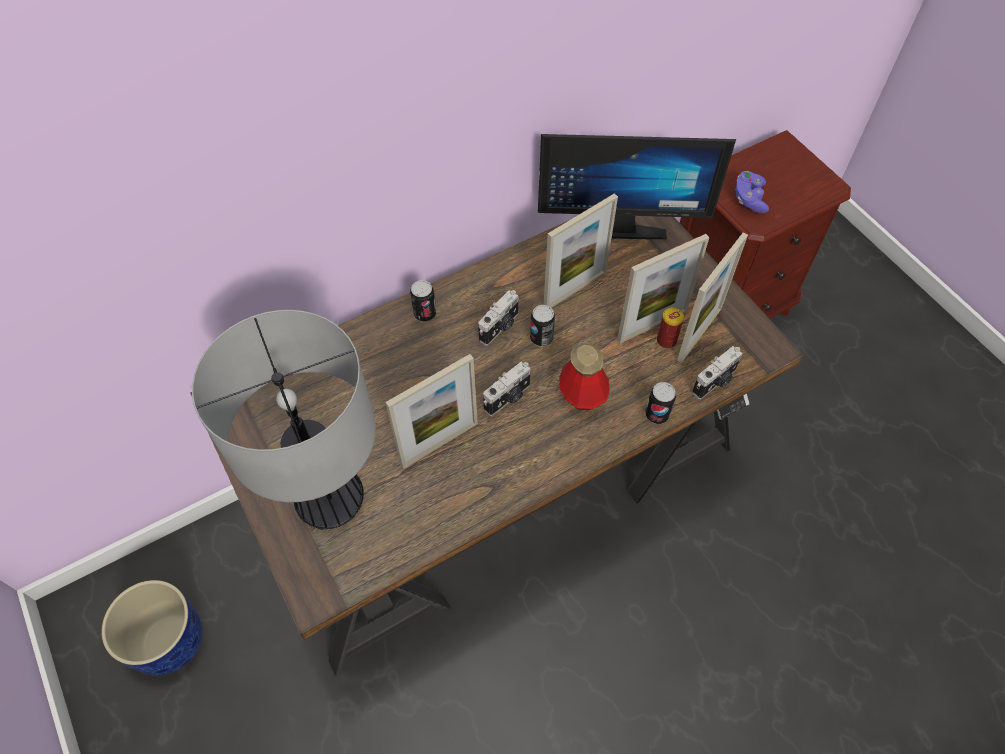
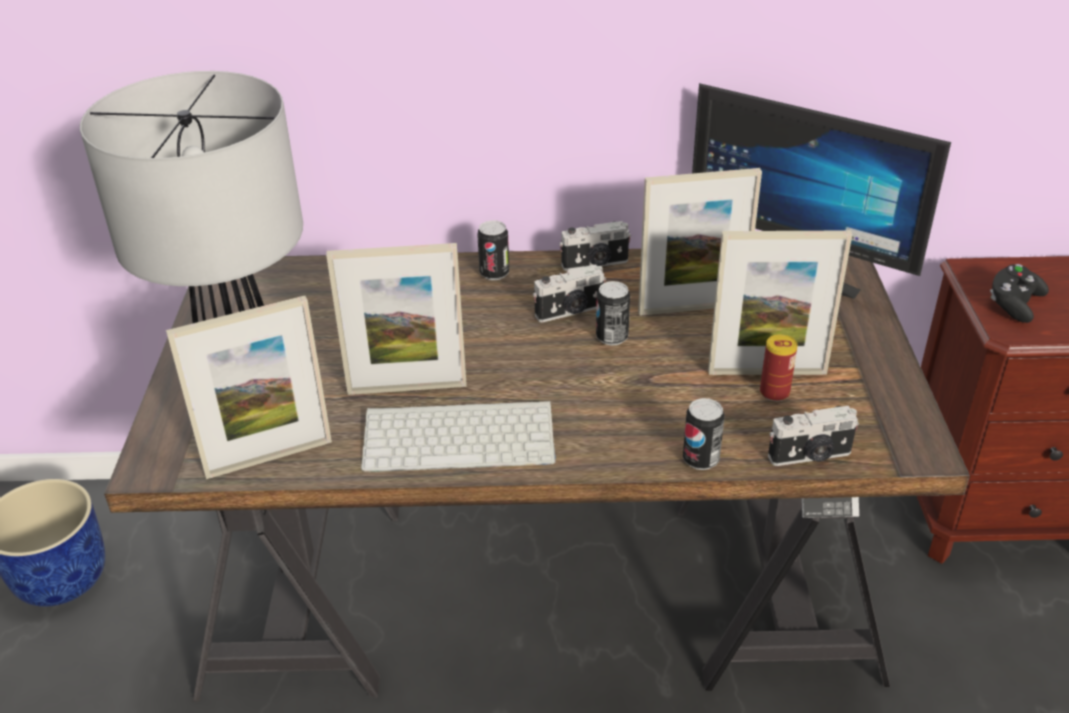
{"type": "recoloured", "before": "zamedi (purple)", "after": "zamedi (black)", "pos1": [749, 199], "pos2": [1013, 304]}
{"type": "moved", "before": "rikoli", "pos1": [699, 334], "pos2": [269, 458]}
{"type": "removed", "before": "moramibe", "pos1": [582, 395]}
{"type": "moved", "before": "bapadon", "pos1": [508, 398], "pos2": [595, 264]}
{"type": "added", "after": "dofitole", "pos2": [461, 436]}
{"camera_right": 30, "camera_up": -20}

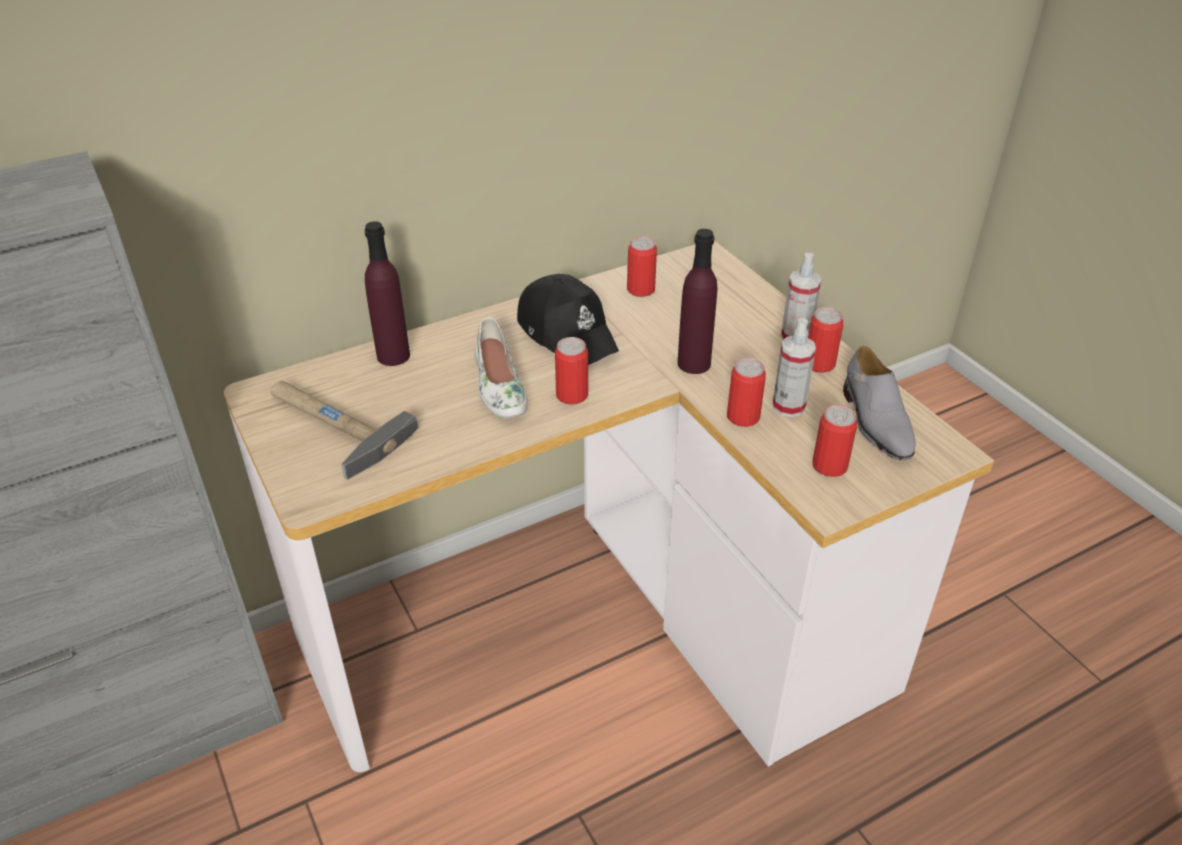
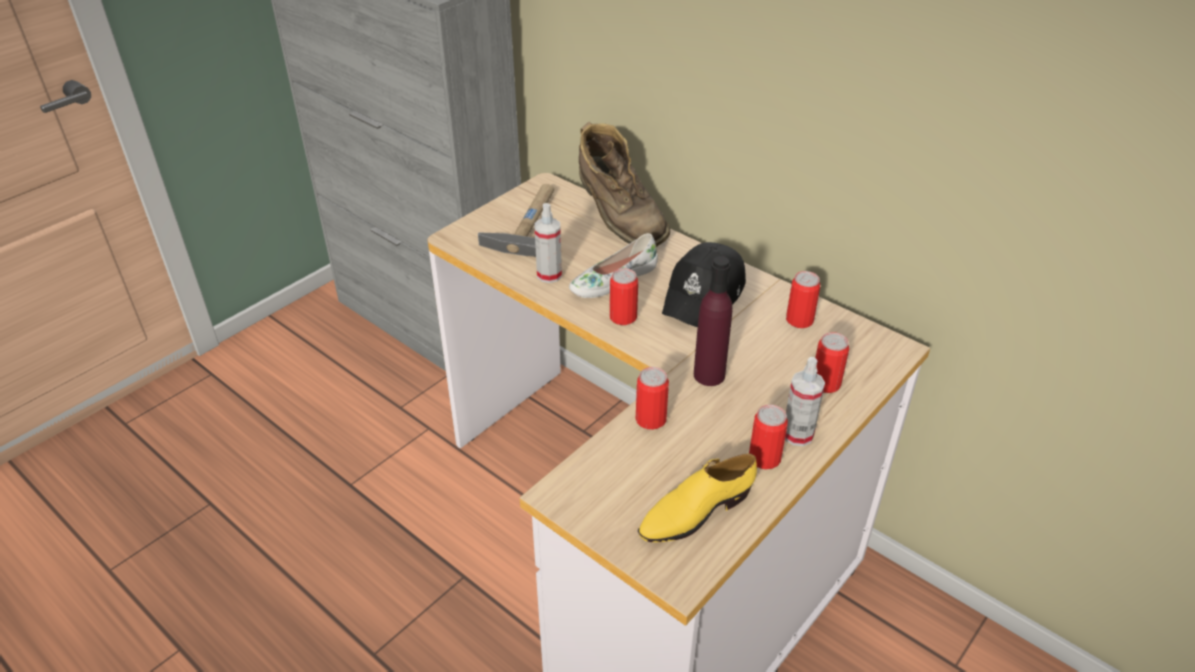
{"type": "replaced", "before": "moramibe (purple)", "after": "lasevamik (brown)", "pos1": [393, 356], "pos2": [618, 223]}
{"type": "moved", "before": "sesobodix", "pos1": [788, 406], "pos2": [549, 275]}
{"type": "recoloured", "before": "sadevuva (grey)", "after": "sadevuva (yellow)", "pos1": [875, 422], "pos2": [695, 512]}
{"type": "moved", "before": "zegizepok", "pos1": [829, 466], "pos2": [825, 383]}
{"camera_right": 70, "camera_up": 0}

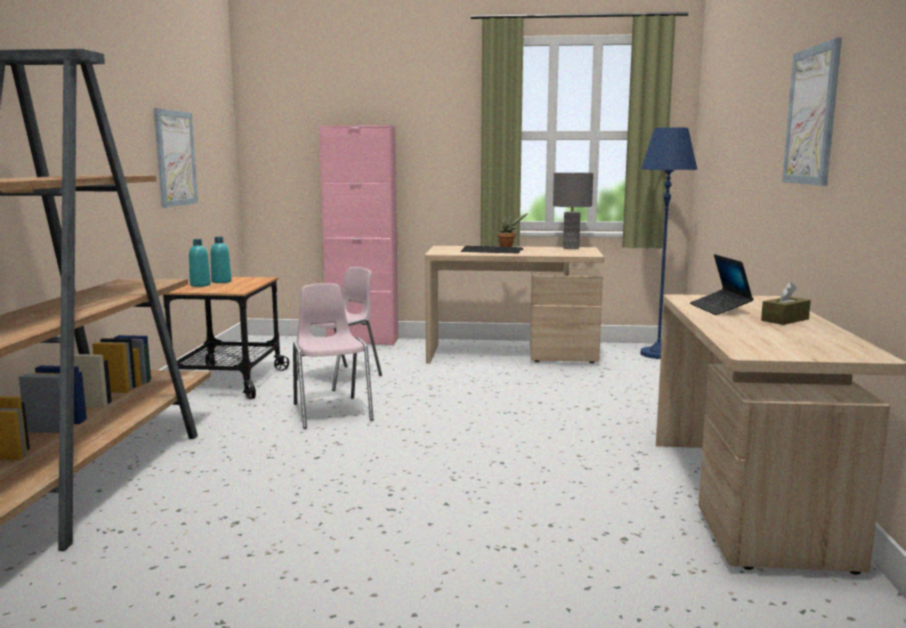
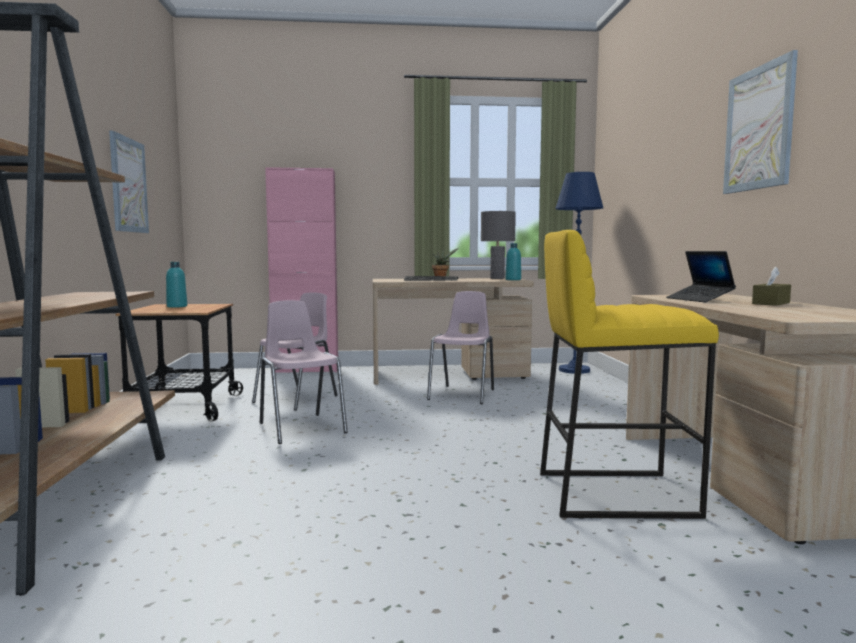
{"type": "moved", "before": "moramibe (turquoise)", "pos1": [200, 285], "pos2": [513, 279]}
{"type": "added", "after": "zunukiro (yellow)", "pos2": [615, 493]}
{"type": "added", "after": "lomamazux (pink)", "pos2": [463, 394]}
{"camera_right": -10, "camera_up": -5}

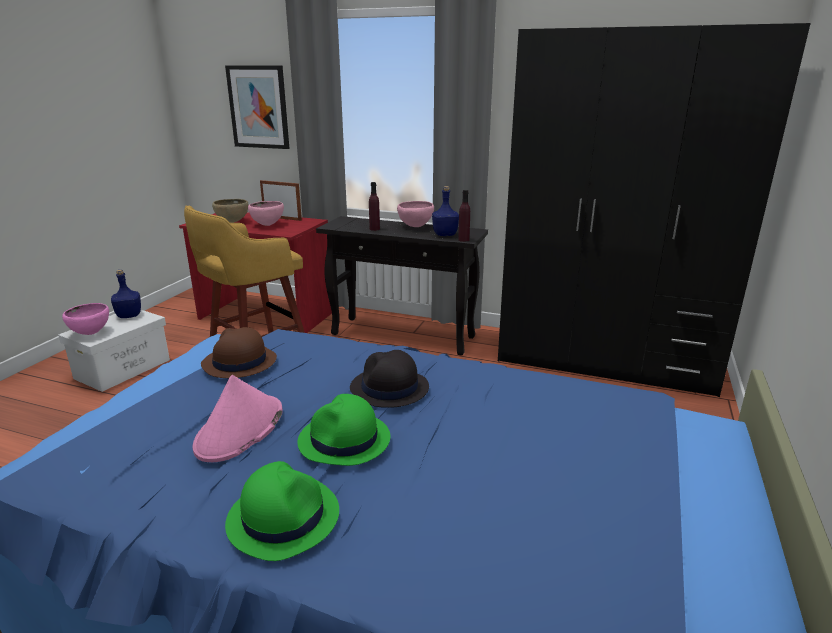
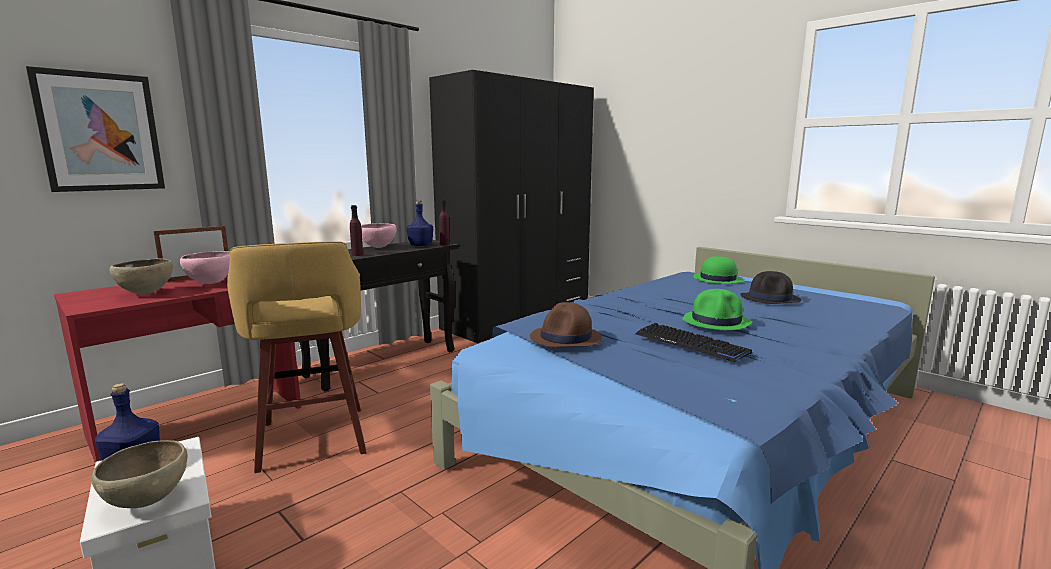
{"type": "recoloured", "before": "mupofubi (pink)", "after": "mupofubi (brown)", "pos1": [91, 333], "pos2": [148, 501]}
{"type": "moved", "before": "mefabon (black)", "pos1": [389, 388], "pos2": [770, 299]}
{"type": "replaced", "before": "mefabon (pink)", "after": "dofitole", "pos1": [240, 429], "pos2": [690, 344]}
{"type": "moved", "before": "mefabon (green)", "pos1": [283, 516], "pos2": [717, 279]}
{"camera_right": -65, "camera_up": -10}

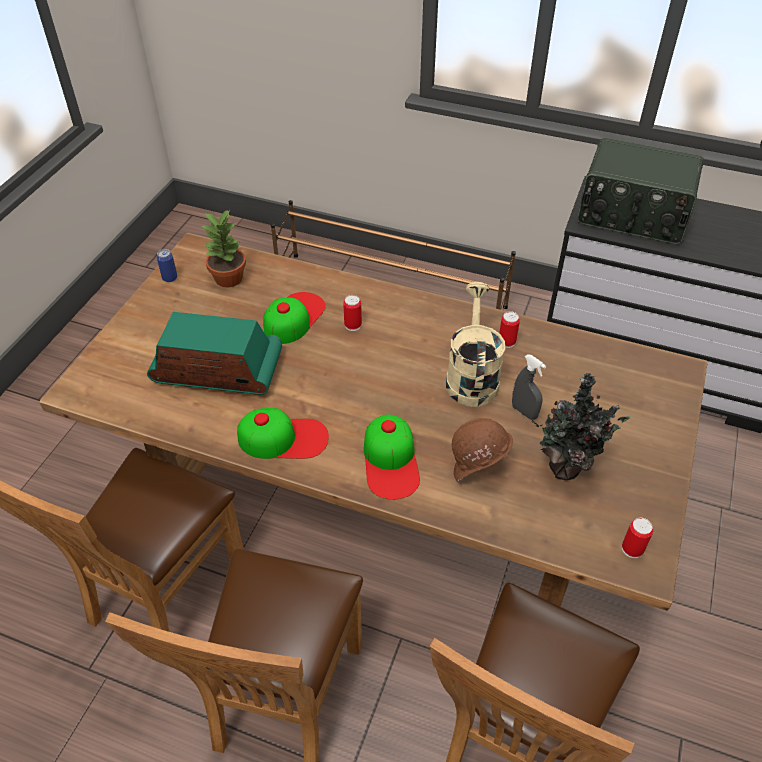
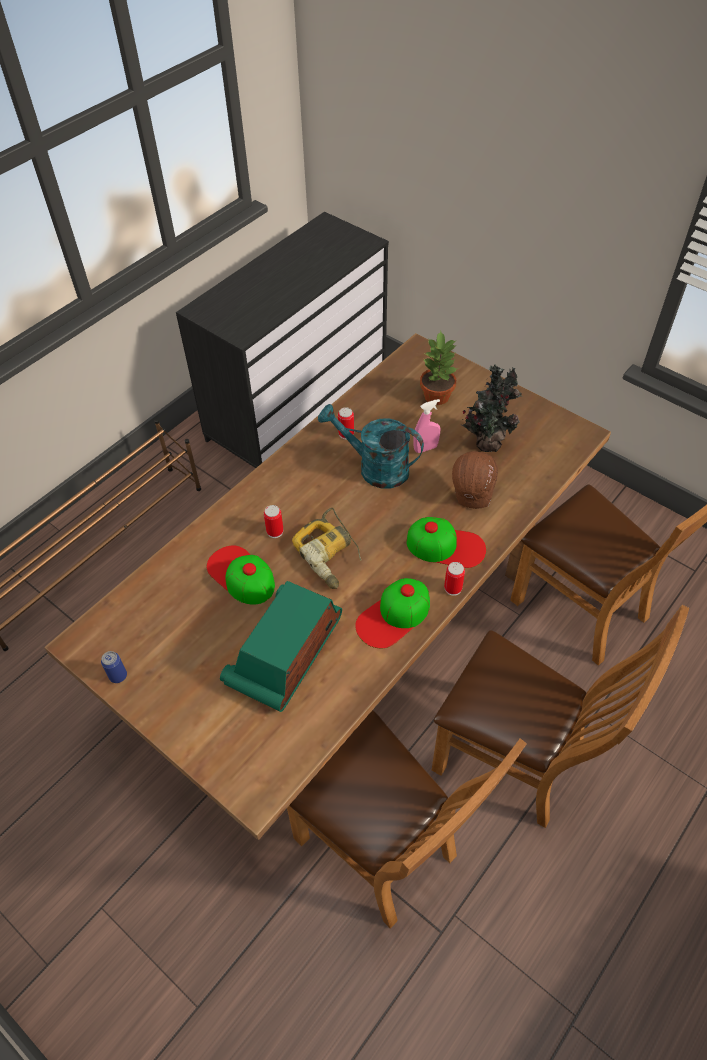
{"type": "removed", "before": "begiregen", "pos1": [632, 215]}
{"type": "moved", "before": "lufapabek", "pos1": [229, 279], "pos2": [437, 396]}
{"type": "recoloured", "before": "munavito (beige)", "after": "munavito (turquoise)", "pos1": [471, 376], "pos2": [375, 468]}
{"type": "recoloured", "before": "sesobodix (grey)", "after": "sesobodix (pink)", "pos1": [524, 412], "pos2": [425, 448]}
{"type": "turned", "before": "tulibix", "pos1": [283, 438], "pos2": [394, 616], "turn": -150}
{"type": "moved", "before": "zegizepok", "pos1": [632, 549], "pos2": [453, 588]}
{"type": "added", "after": "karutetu", "pos2": [330, 554]}
{"camera_right": -70, "camera_up": 5}

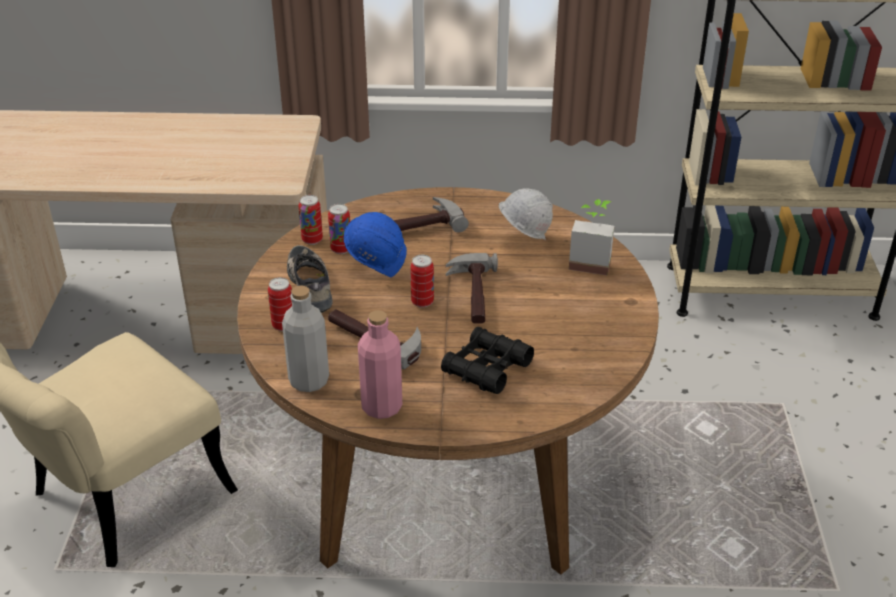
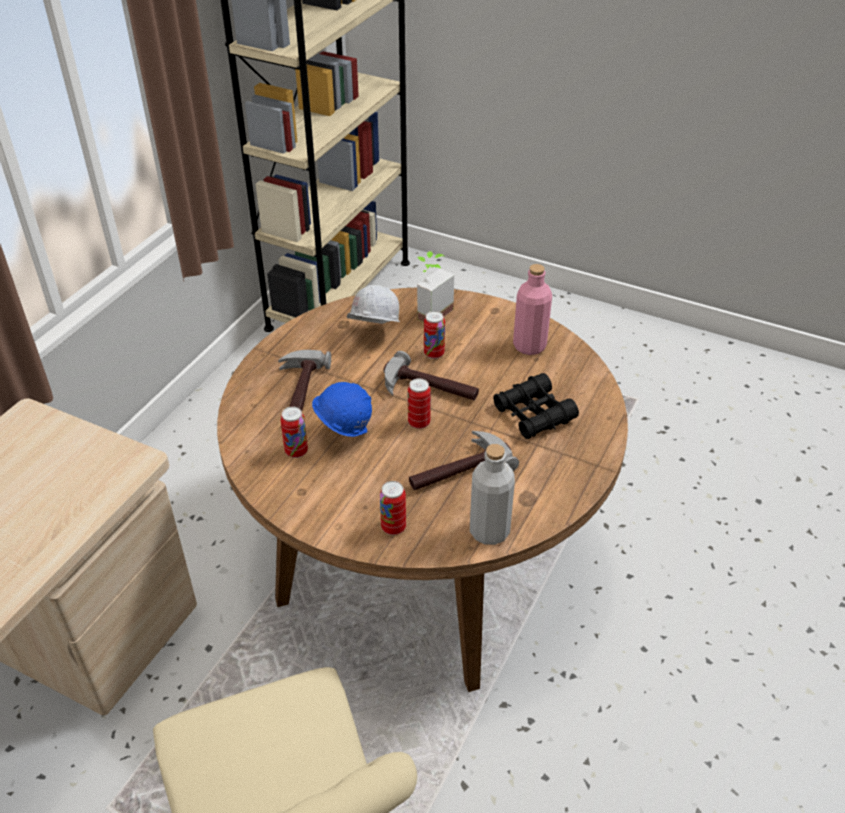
{"type": "moved", "before": "zegizepok", "pos1": [312, 240], "pos2": [434, 354]}
{"type": "removed", "before": "sadevuva", "pos1": [312, 285]}
{"type": "moved", "before": "moramibe (pink)", "pos1": [381, 407], "pos2": [529, 346]}
{"camera_right": -65, "camera_up": 5}

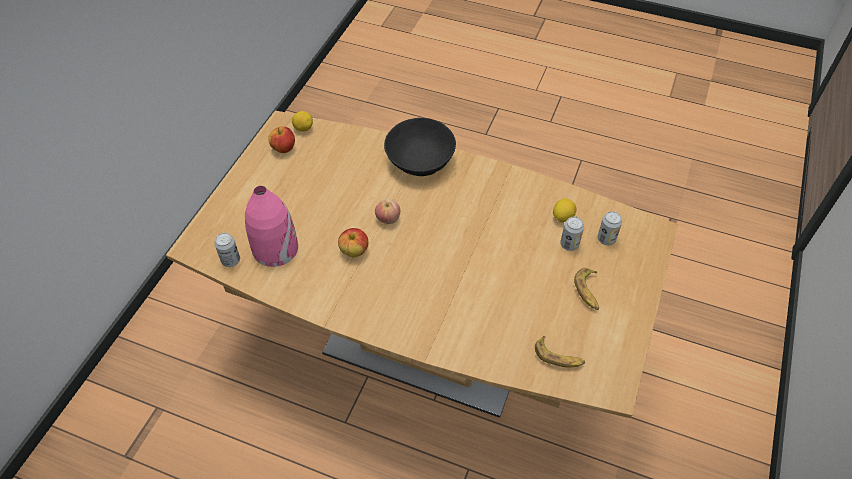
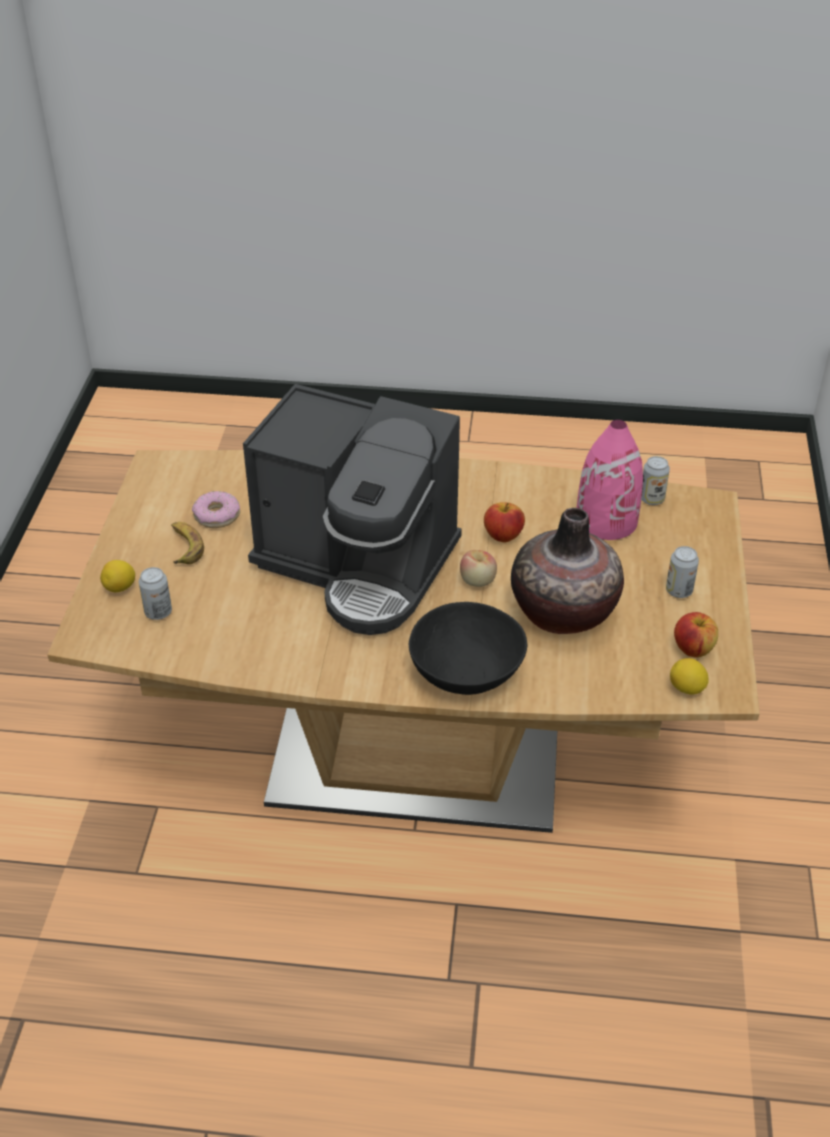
{"type": "moved", "before": "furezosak", "pos1": [562, 217], "pos2": [120, 588]}
{"type": "moved", "before": "zegizepok", "pos1": [569, 244], "pos2": [679, 591]}
{"type": "removed", "before": "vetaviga", "pos1": [558, 357]}
{"type": "added", "after": "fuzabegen", "pos2": [358, 565]}
{"type": "added", "after": "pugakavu", "pos2": [217, 515]}
{"type": "added", "after": "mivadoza", "pos2": [563, 612]}
{"camera_right": 165, "camera_up": -10}

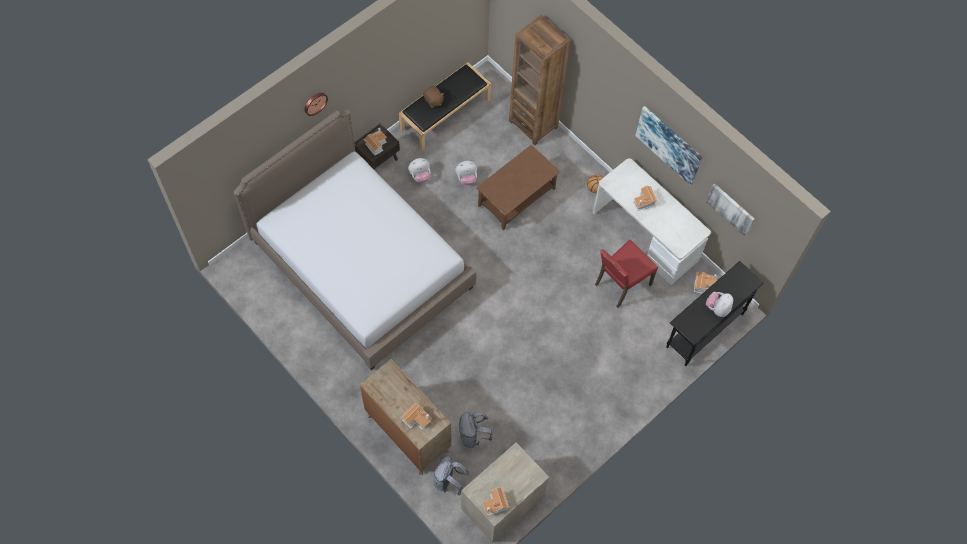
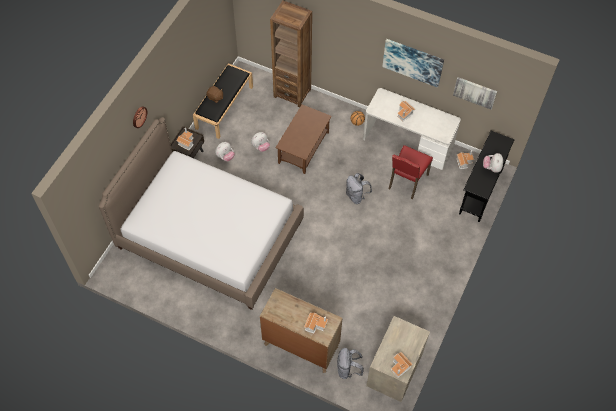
{"type": "moved", "before": "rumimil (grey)", "pos1": [473, 435], "pos2": [356, 196]}
{"camera_right": -20, "camera_up": -5}

